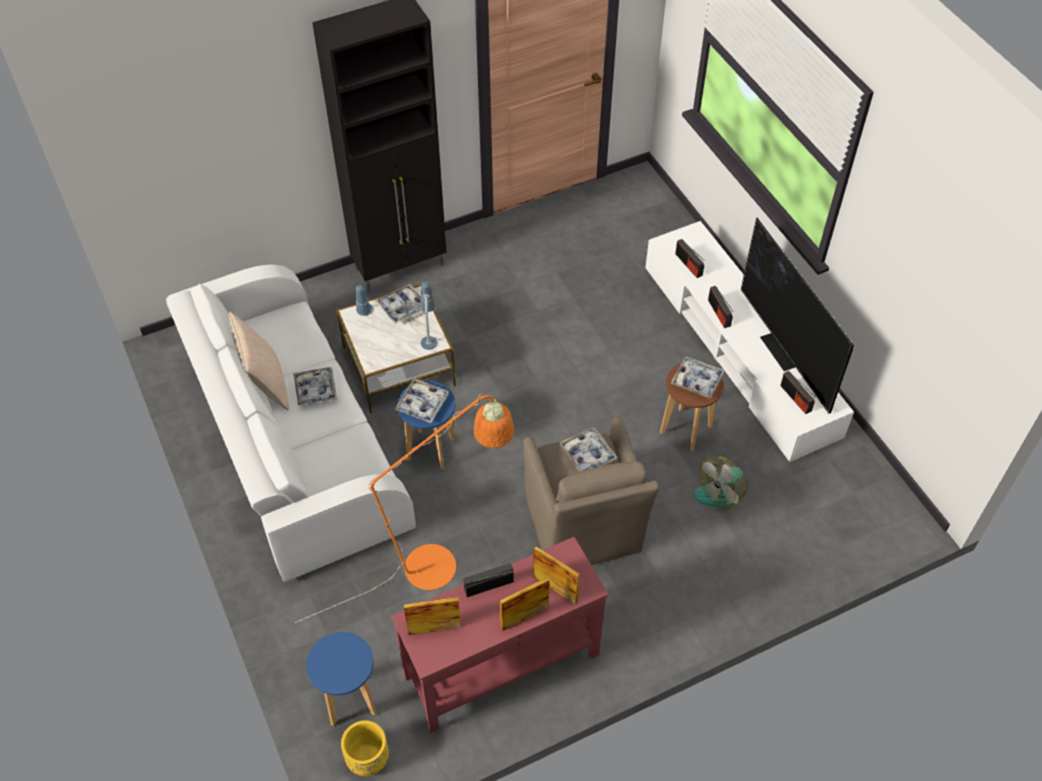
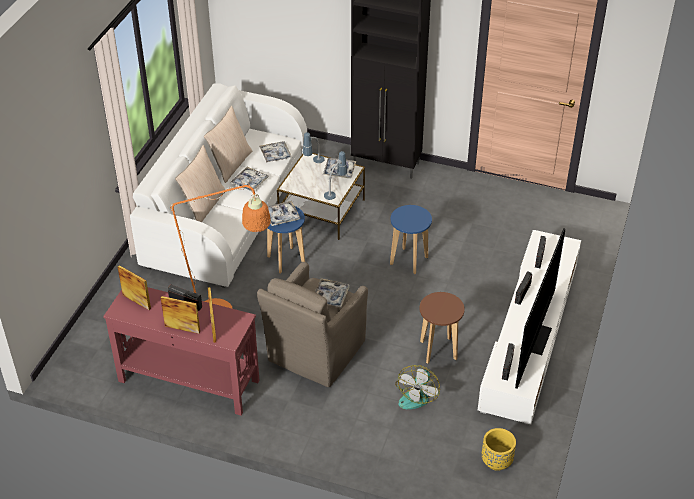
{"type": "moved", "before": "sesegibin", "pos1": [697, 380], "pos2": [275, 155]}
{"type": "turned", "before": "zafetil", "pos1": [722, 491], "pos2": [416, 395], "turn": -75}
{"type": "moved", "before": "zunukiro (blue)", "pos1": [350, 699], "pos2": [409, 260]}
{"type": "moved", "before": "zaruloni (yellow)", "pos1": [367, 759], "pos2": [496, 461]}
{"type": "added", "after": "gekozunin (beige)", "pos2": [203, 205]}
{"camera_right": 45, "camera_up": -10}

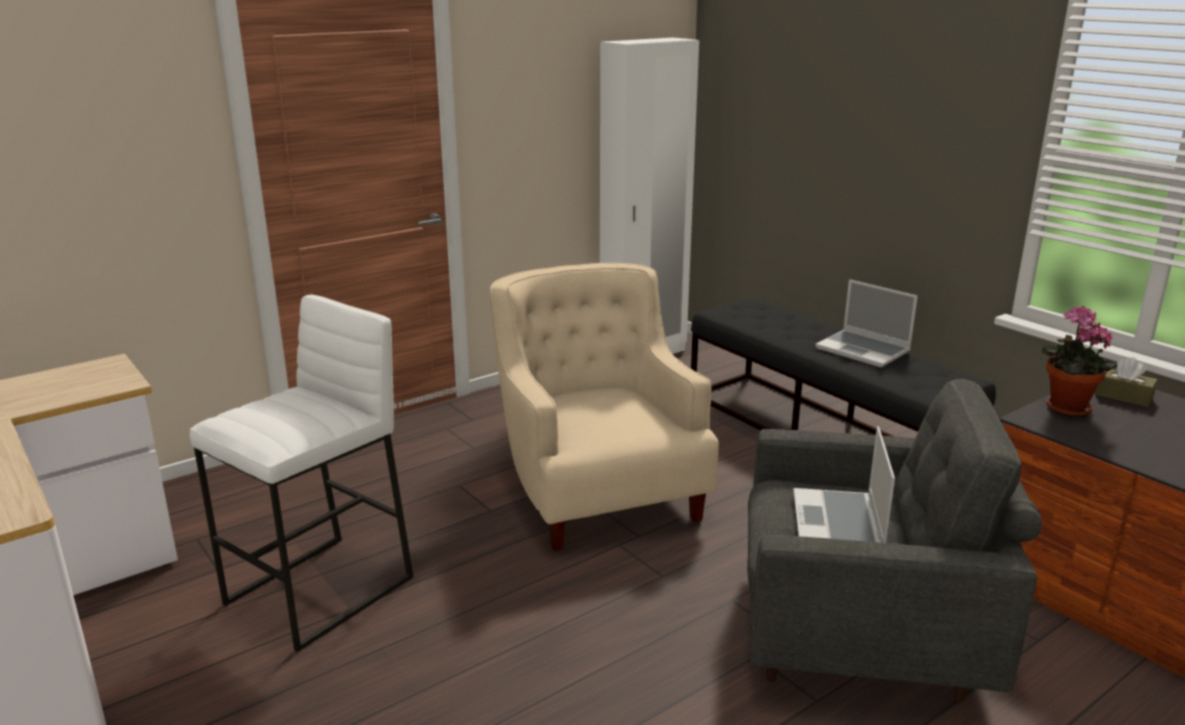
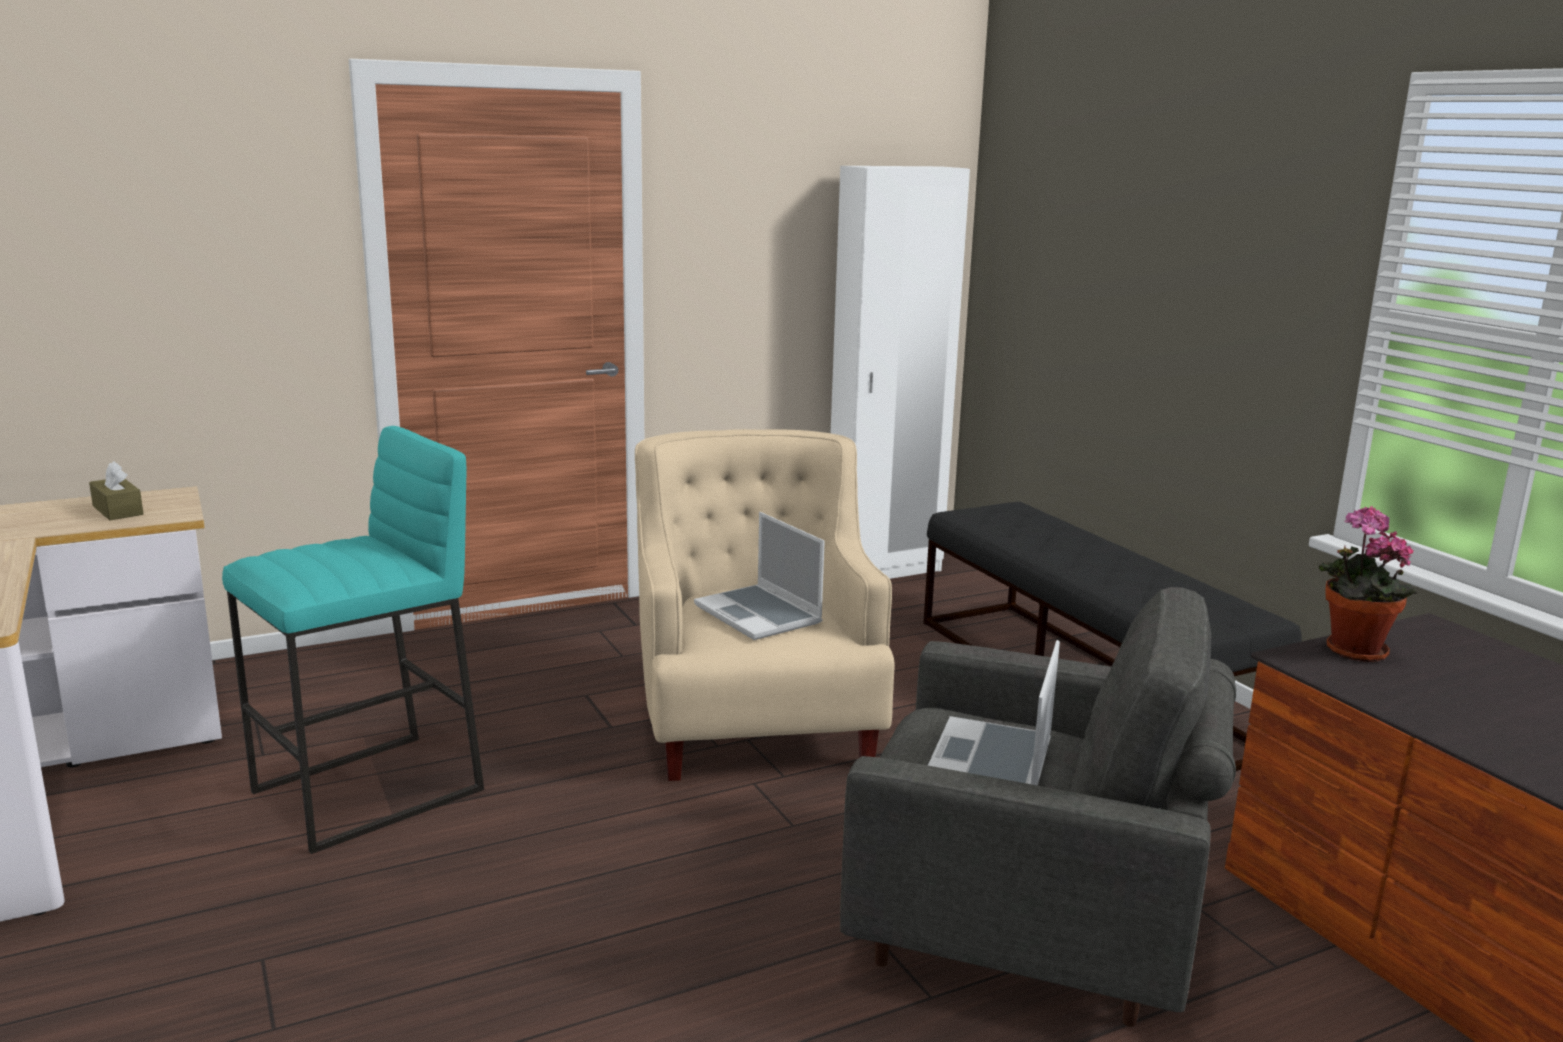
{"type": "moved", "before": "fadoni", "pos1": [864, 350], "pos2": [760, 615]}
{"type": "recoloured", "before": "zunukiro (white)", "after": "zunukiro (turquoise)", "pos1": [321, 591], "pos2": [369, 792]}
{"type": "moved", "before": "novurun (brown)", "pos1": [1123, 396], "pos2": [118, 510]}
{"camera_right": 10, "camera_up": -5}

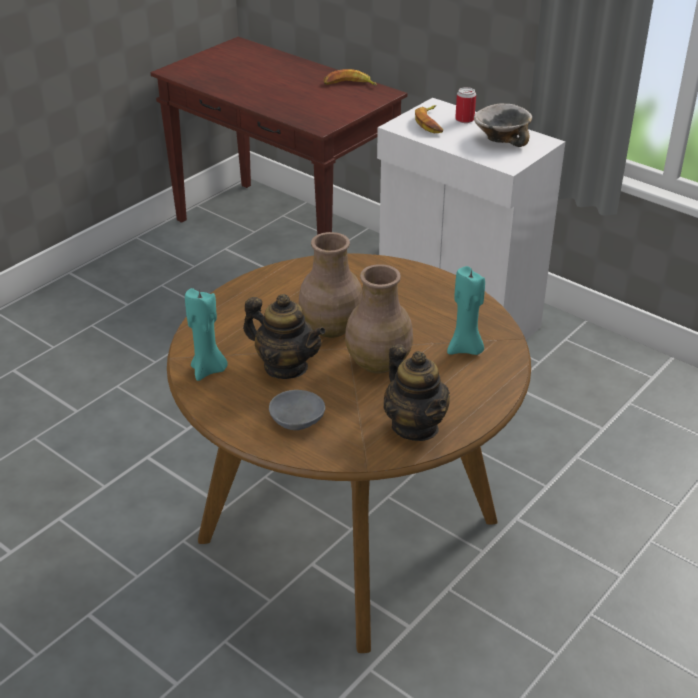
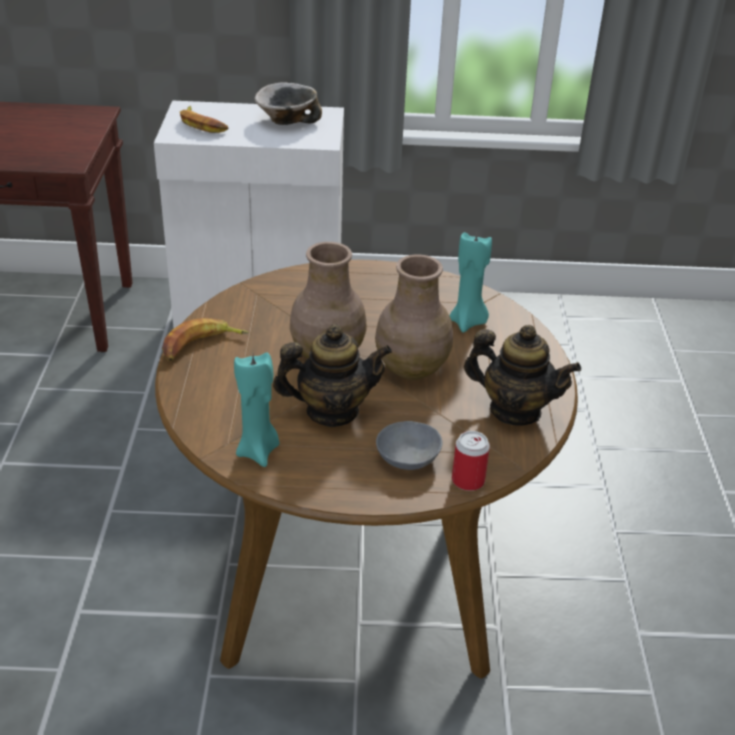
{"type": "moved", "before": "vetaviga", "pos1": [349, 84], "pos2": [201, 346]}
{"type": "moved", "before": "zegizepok", "pos1": [464, 119], "pos2": [468, 480]}
{"camera_right": -40, "camera_up": 0}

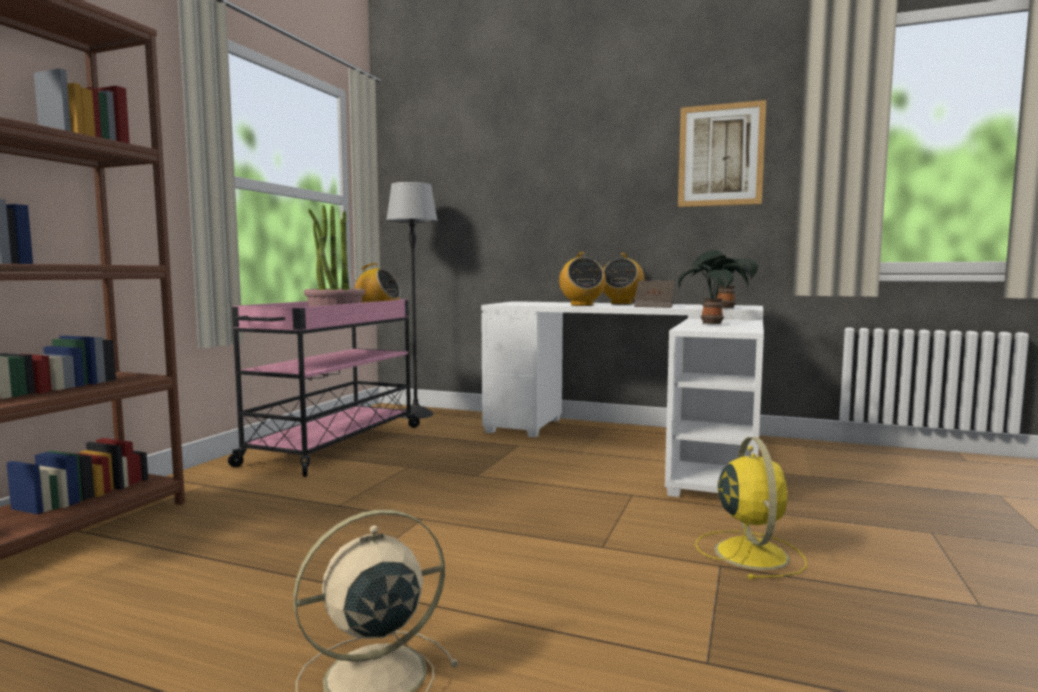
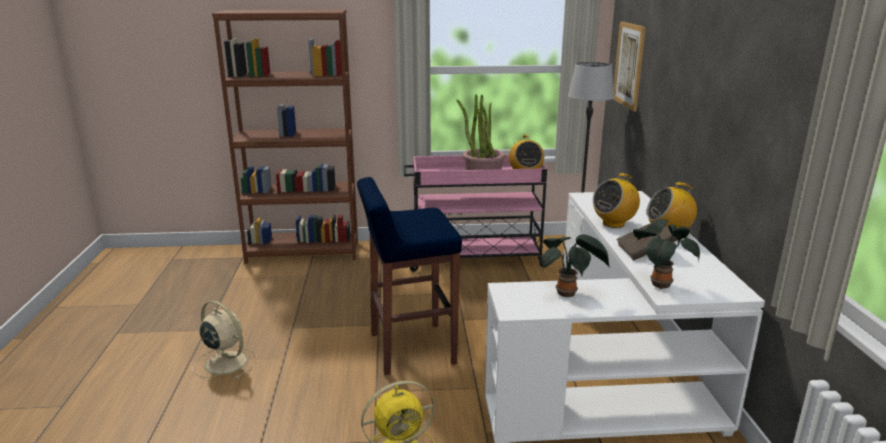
{"type": "moved", "before": "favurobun", "pos1": [720, 155], "pos2": [629, 65]}
{"type": "added", "after": "zunukiro (blue)", "pos2": [410, 349]}
{"camera_right": 65, "camera_up": 15}

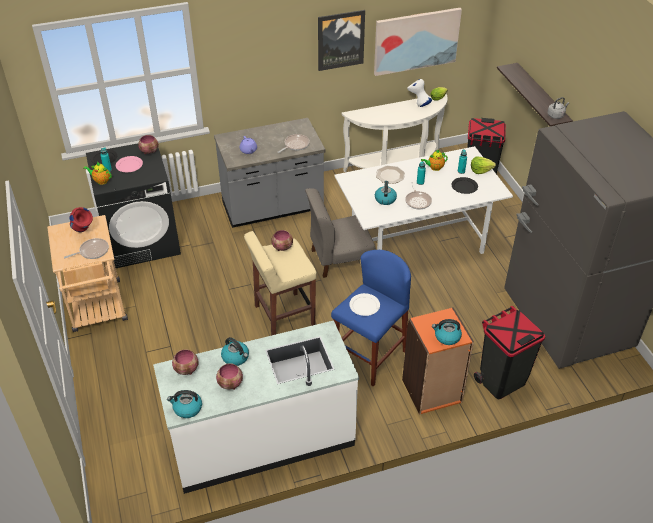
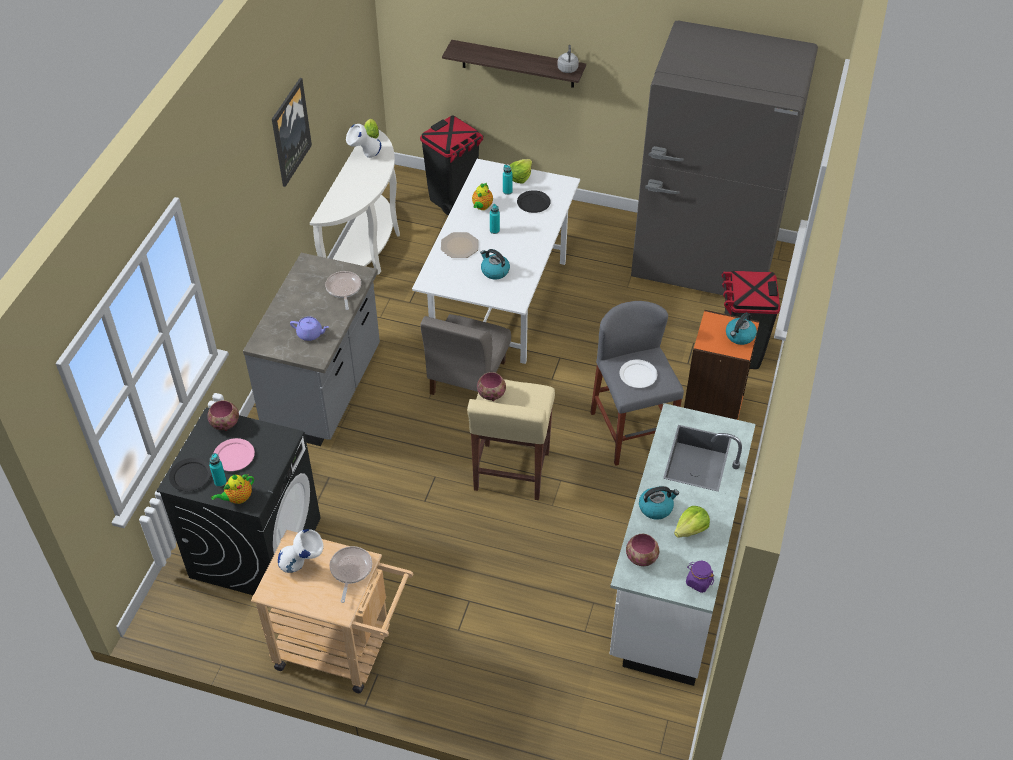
{"type": "removed", "before": "favurobun", "pos1": [416, 40]}
{"type": "removed", "before": "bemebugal", "pos1": [417, 201]}
{"type": "recoloured", "before": "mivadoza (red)", "after": "mivadoza (white)", "pos1": [84, 232], "pos2": [303, 565]}
{"type": "recoloured", "before": "zunukiro (blue)", "after": "zunukiro (grey)", "pos1": [370, 357], "pos2": [631, 432]}
{"type": "replaced", "before": "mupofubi", "after": "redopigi", "pos1": [230, 384], "pos2": [691, 529]}
{"type": "replaced", "before": "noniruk", "after": "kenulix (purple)", "pos1": [187, 408], "pos2": [698, 582]}
{"camera_right": -55, "camera_up": 5}

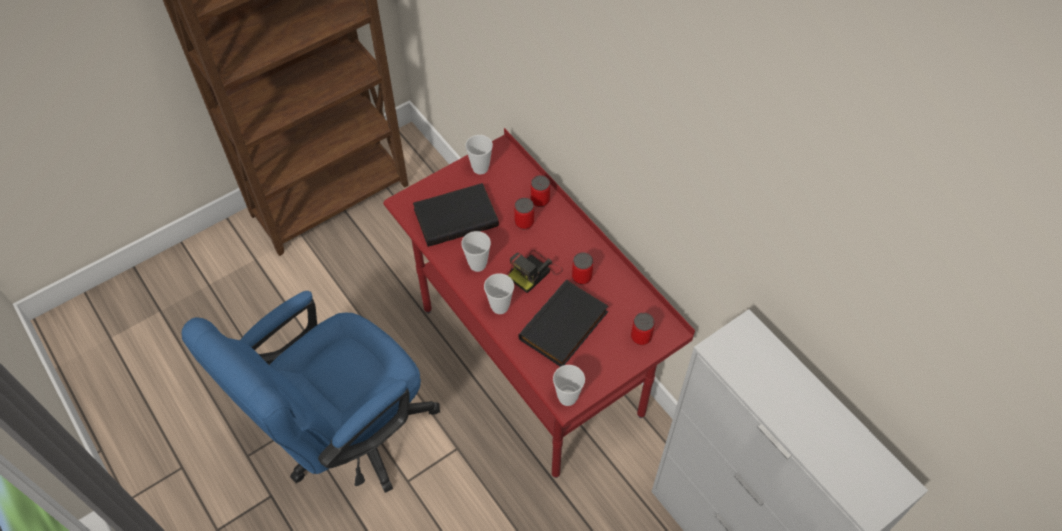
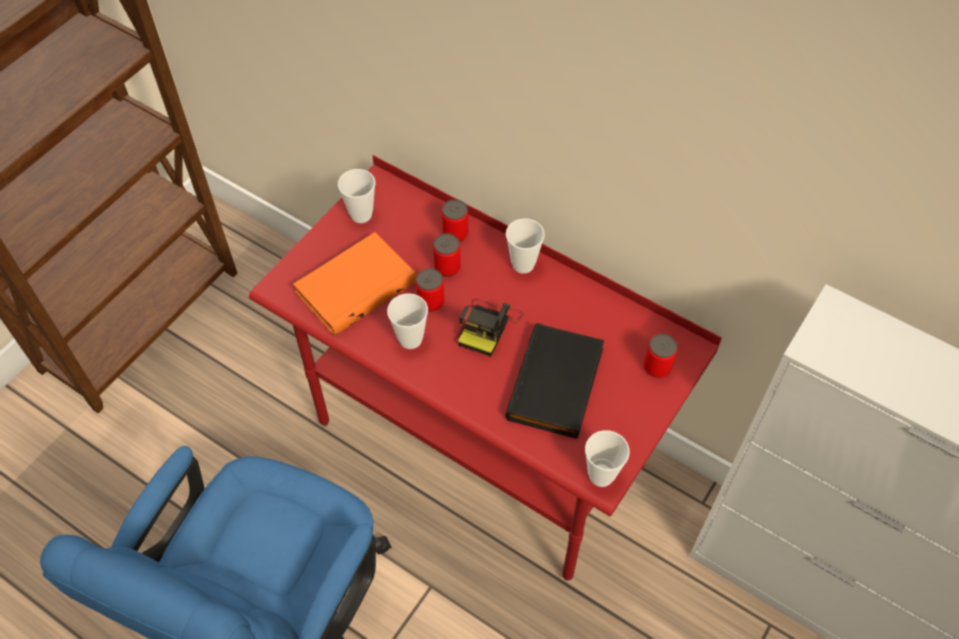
{"type": "recoloured", "before": "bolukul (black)", "after": "bolukul (orange)", "pos1": [456, 216], "pos2": [355, 285]}
{"type": "moved", "before": "zegizepok", "pos1": [581, 277], "pos2": [431, 302]}
{"type": "moved", "before": "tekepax", "pos1": [500, 307], "pos2": [523, 264]}
{"camera_right": -20, "camera_up": 0}

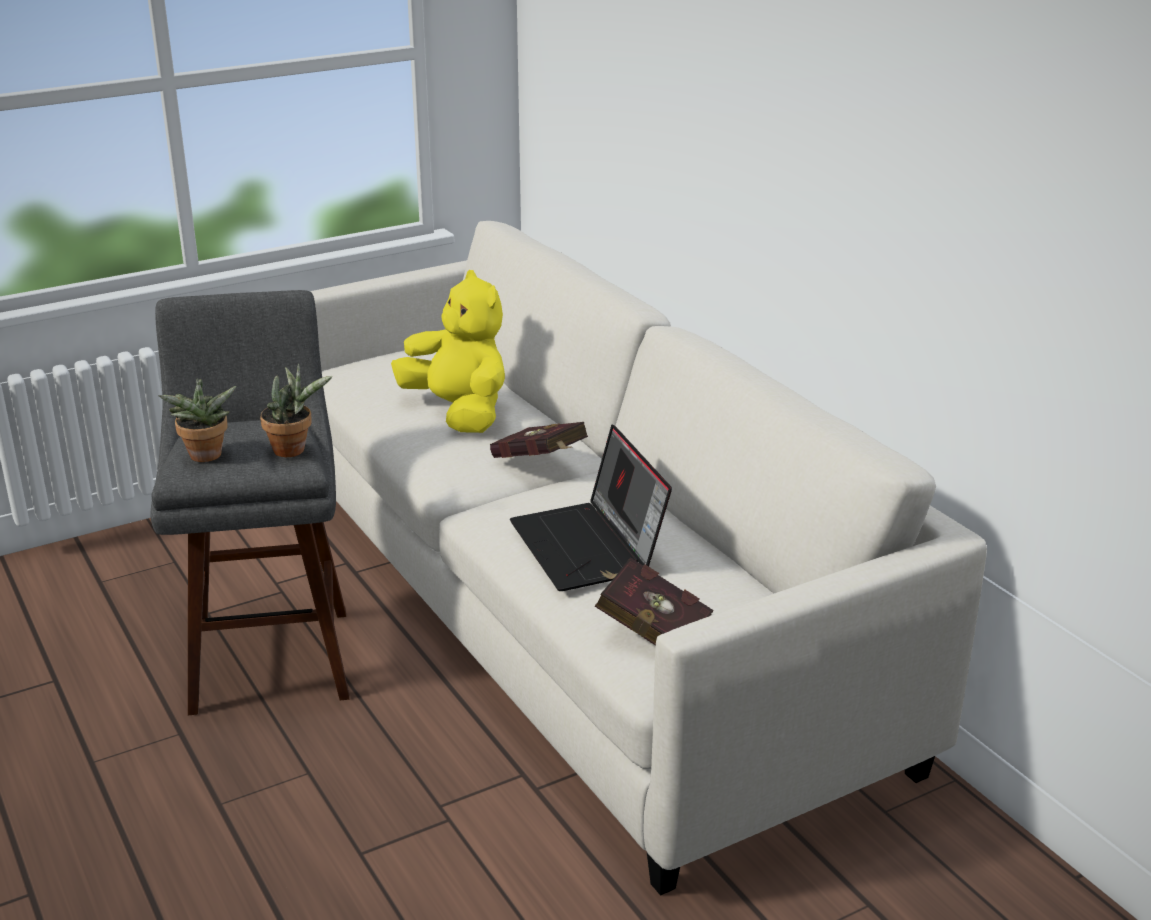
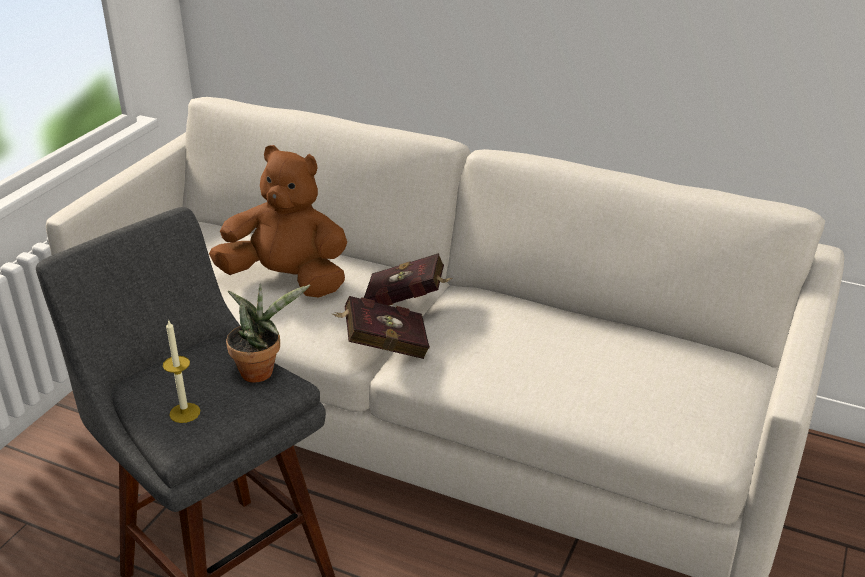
{"type": "recoloured", "before": "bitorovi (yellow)", "after": "bitorovi (brown)", "pos1": [459, 412], "pos2": [287, 280]}
{"type": "replaced", "before": "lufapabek", "after": "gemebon", "pos1": [205, 458], "pos2": [185, 413]}
{"type": "removed", "before": "fadoni", "pos1": [589, 547]}
{"type": "moved", "before": "bolukul (red)", "pos1": [649, 630], "pos2": [382, 345]}
{"camera_right": -35, "camera_up": 5}

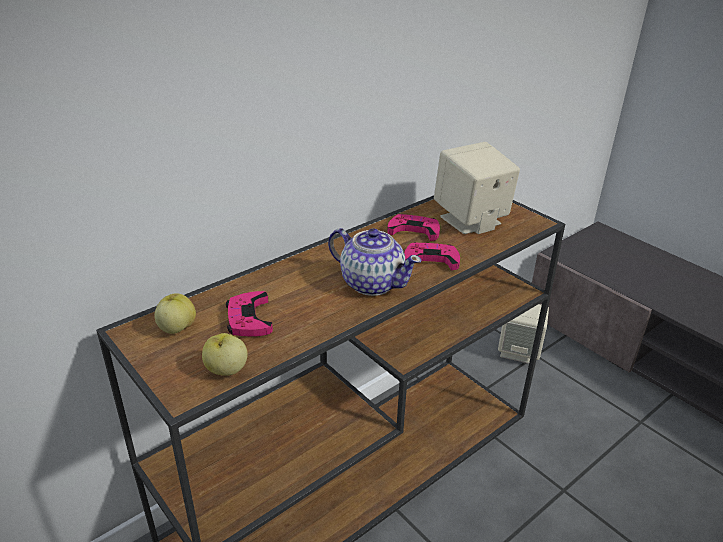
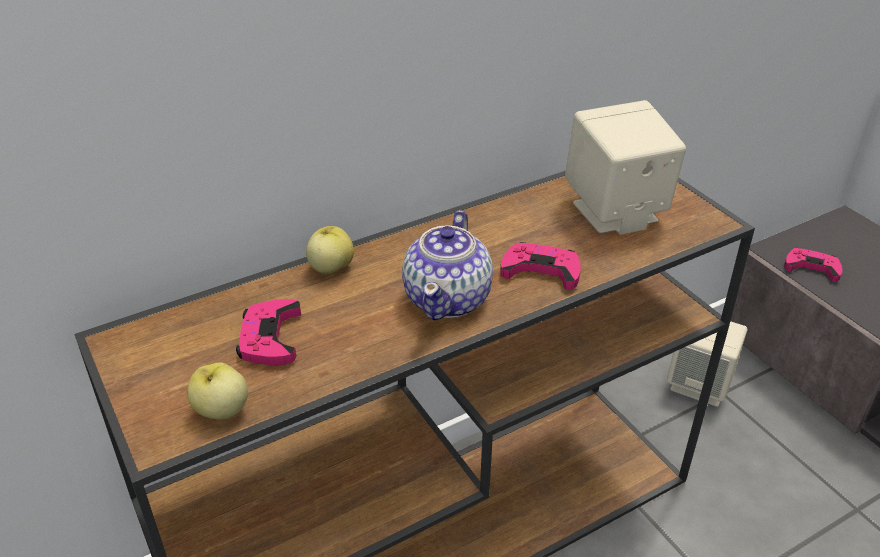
{"type": "moved", "before": "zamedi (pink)", "pos1": [414, 231], "pos2": [812, 267]}
{"type": "turned", "before": "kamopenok", "pos1": [372, 283], "pos2": [448, 298], "turn": 60}
{"type": "moved", "before": "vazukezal", "pos1": [177, 328], "pos2": [331, 268]}
{"camera_right": 10, "camera_up": 5}

